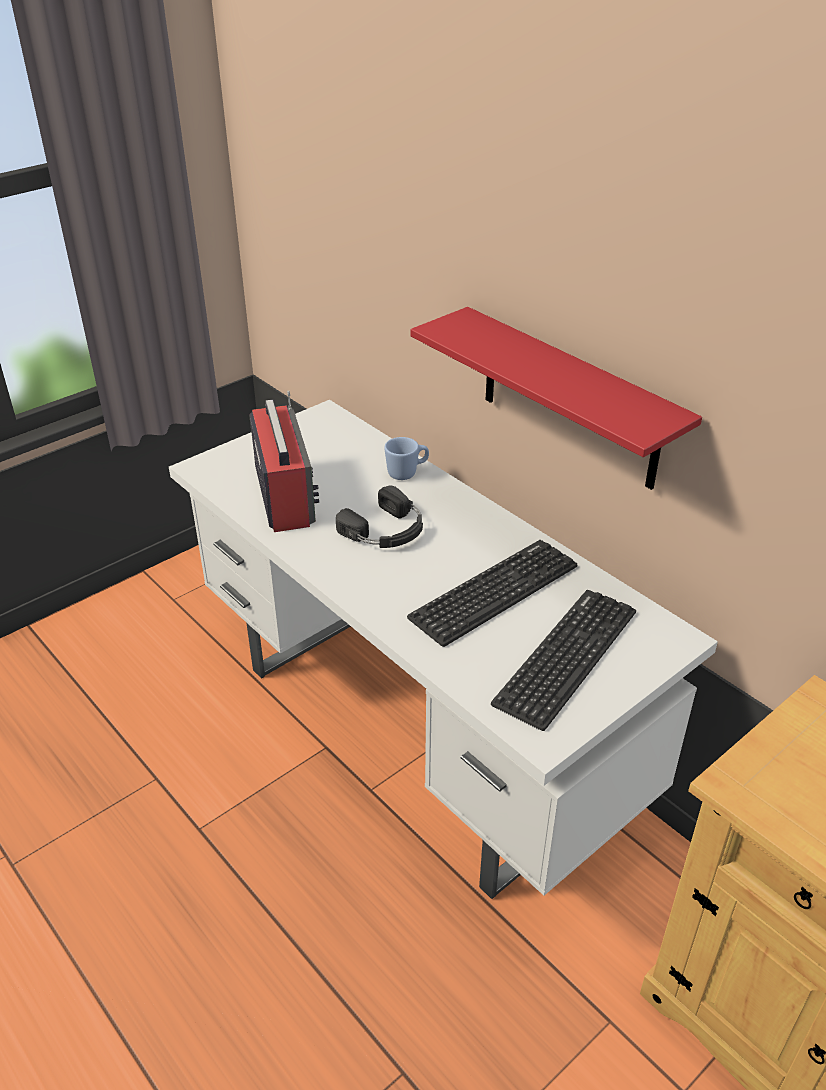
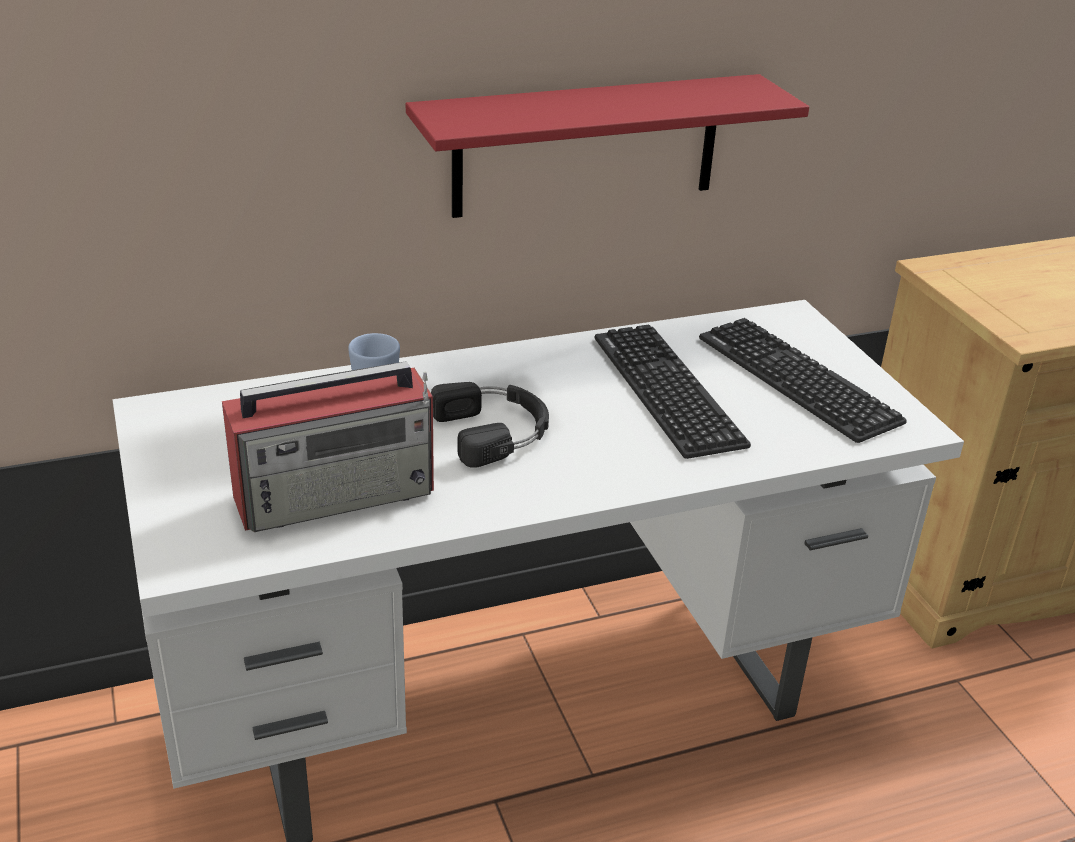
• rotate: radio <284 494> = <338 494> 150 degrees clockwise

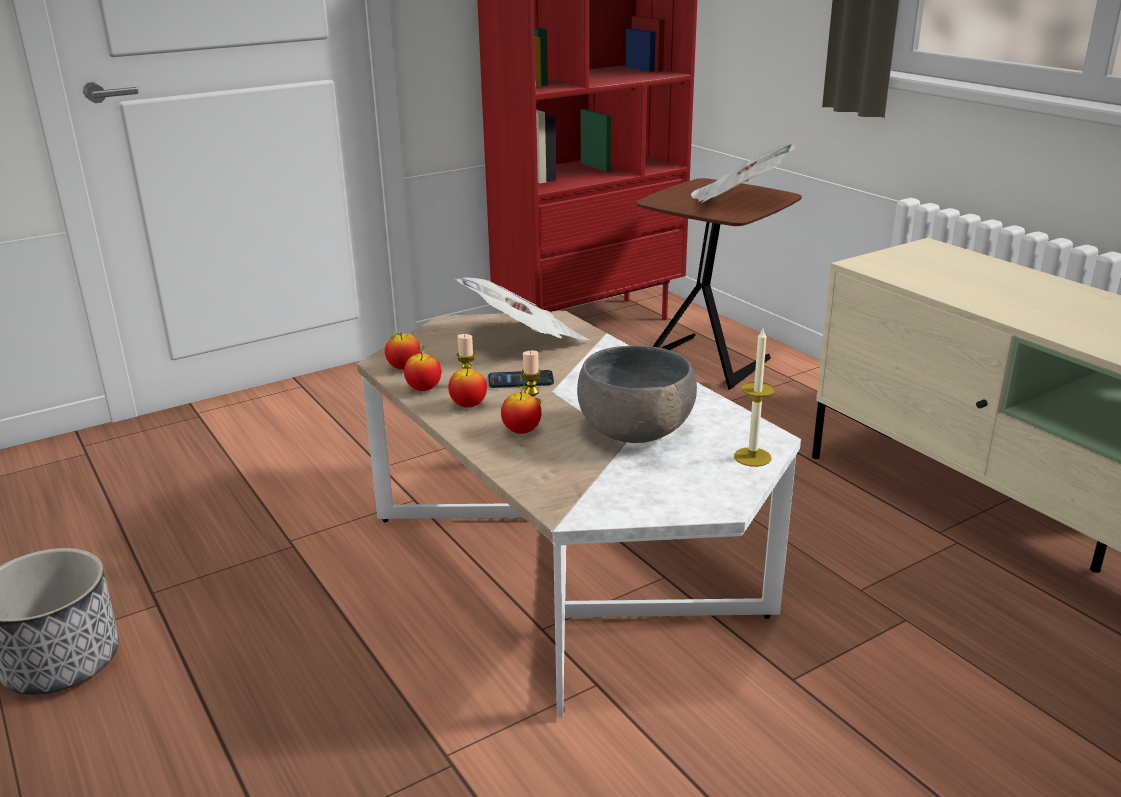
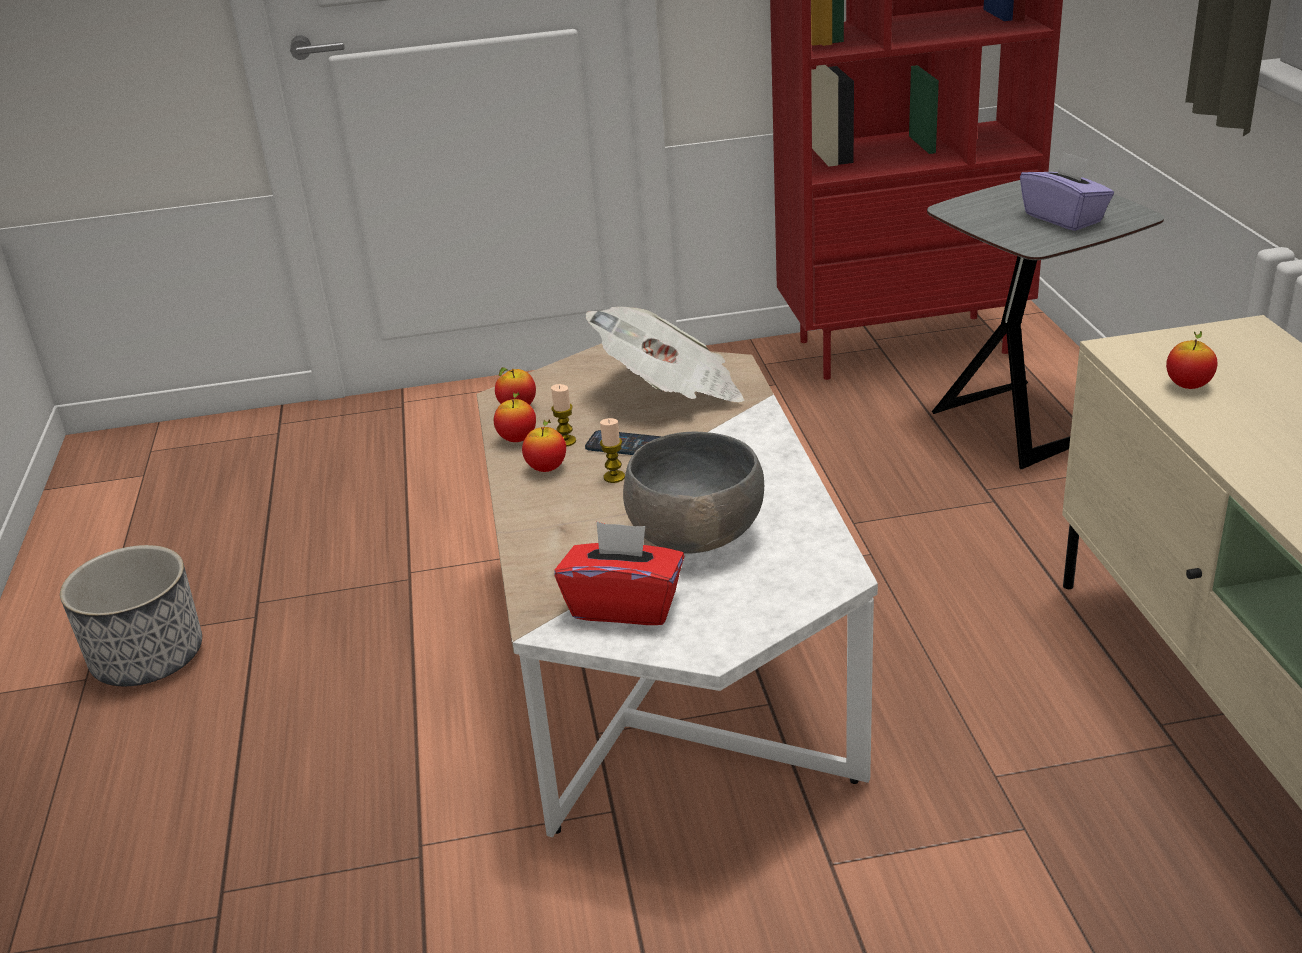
• replace: newspaper <738 200> to purple tissue box <1064 218>
• recolor: brown side table <709 360> to grey side table <1023 422>
• delete: candle <752 457>
• move: apple <521 431> to <1188 386>
• insert: red tissue box <624 606>

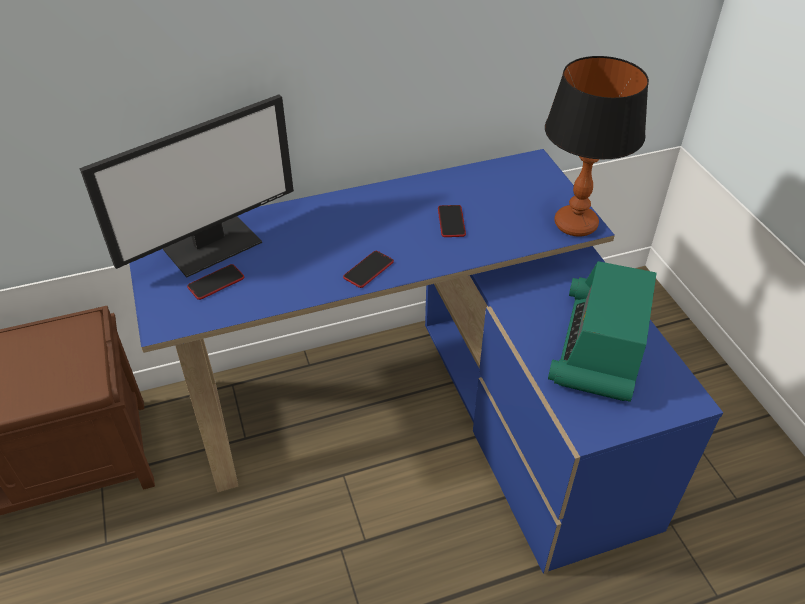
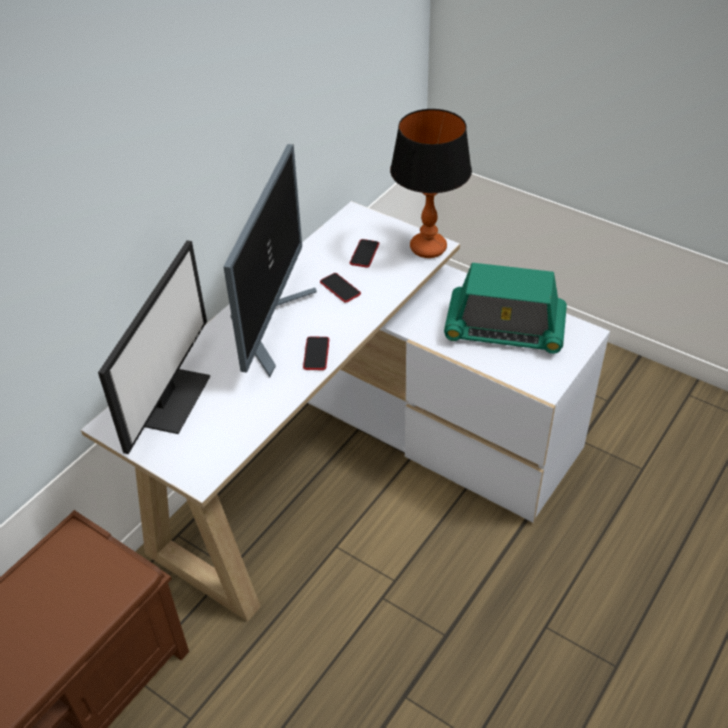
• recolor: blue desk <426 413> to white desk <358 464>
• rotate: radio <599 347> = <504 329> 60 degrees counterclockwise
• move: phone <216 282> to <364 254>
• insert: monitor <269 324>

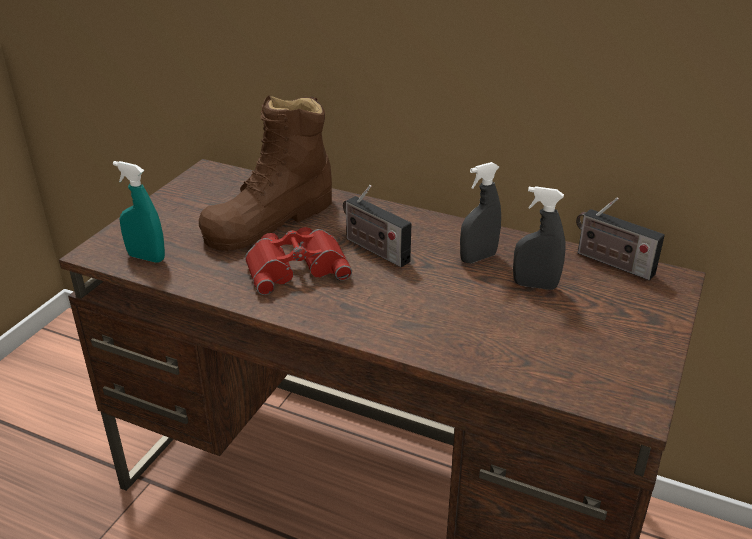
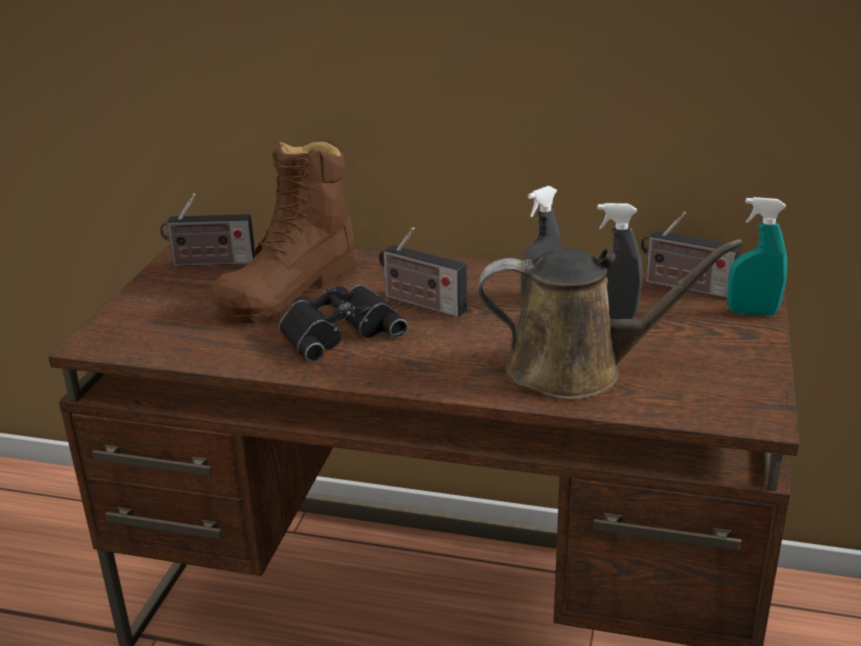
• move: turquoise spray bottle <146 257> to <752 312>
• recolor: red binoculars <296 266> to black binoculars <339 330>
• insert: radio <210 262>
• insert: brown watering can <576 369>

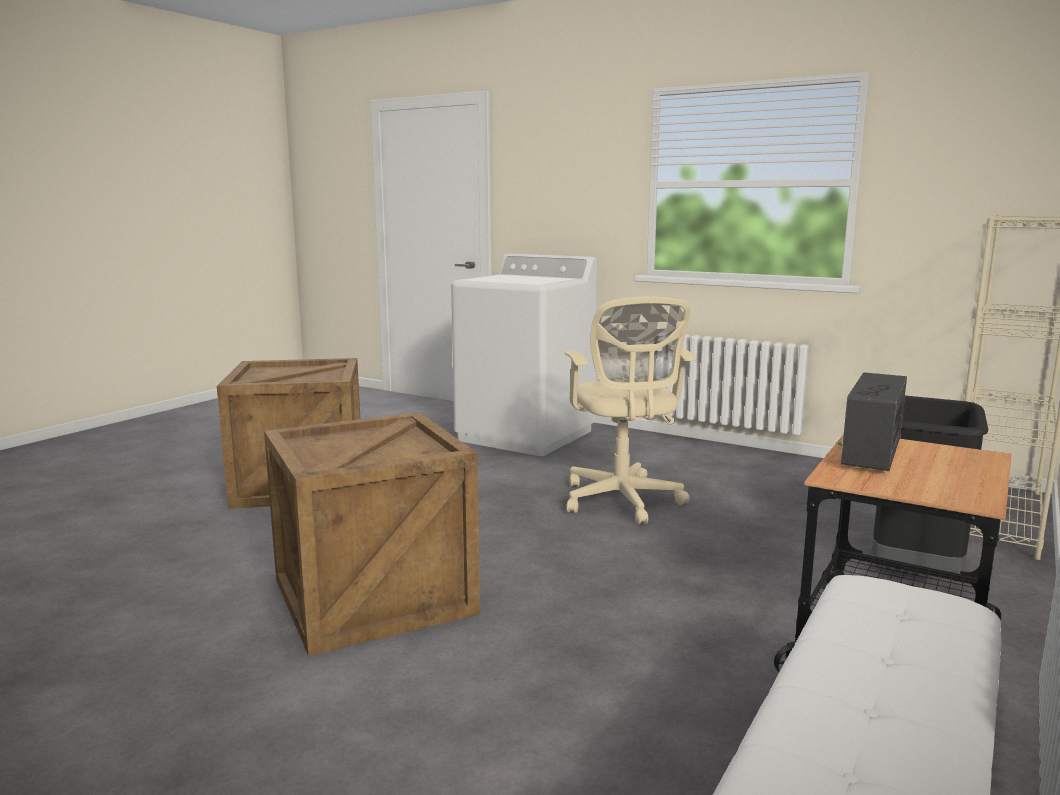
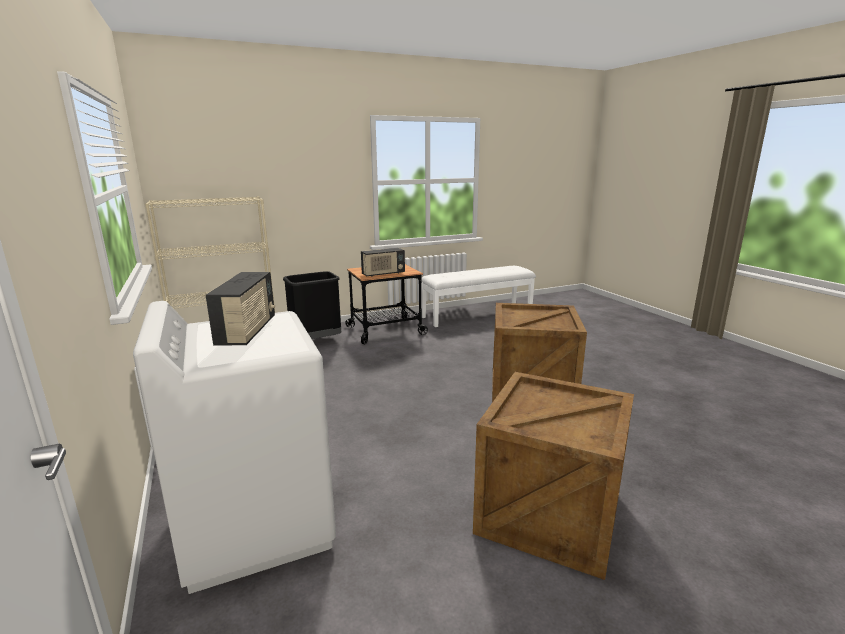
• delete: beige office chair <622 502>
• insert: radio <248 332>

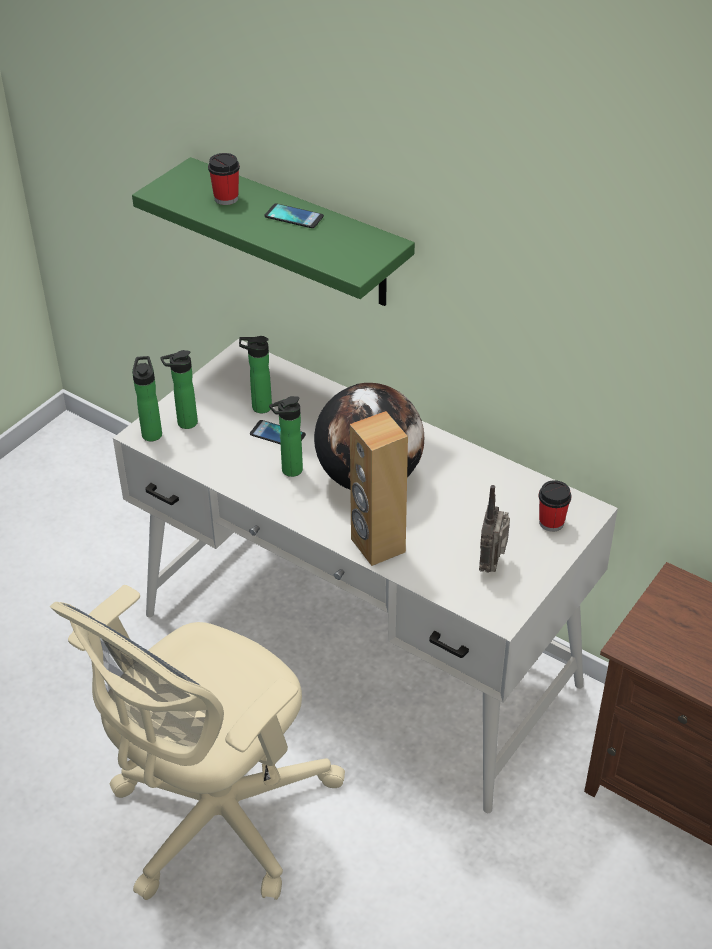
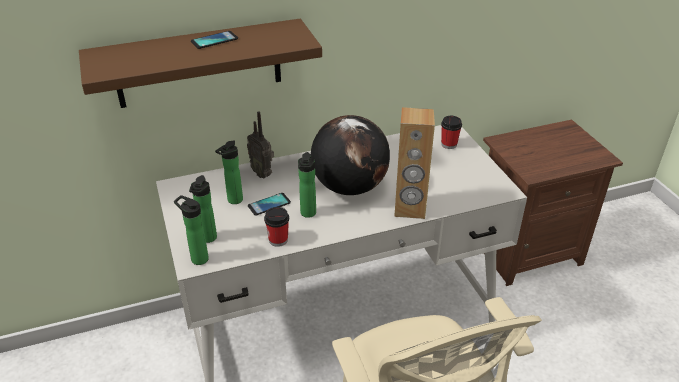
• move: cup <226 198> to <278 240>
• recolor: green shelf <299 234> to brown shelf <199 64>
• move: radio <492 564> to <263 173>

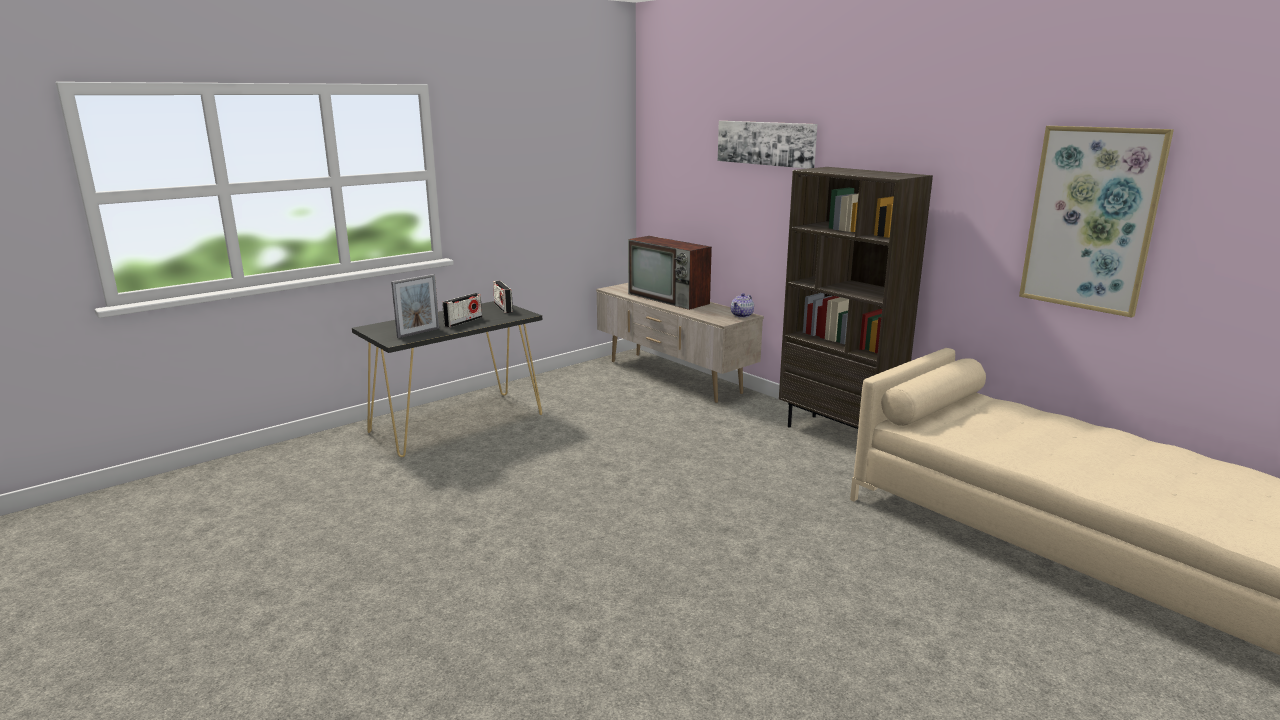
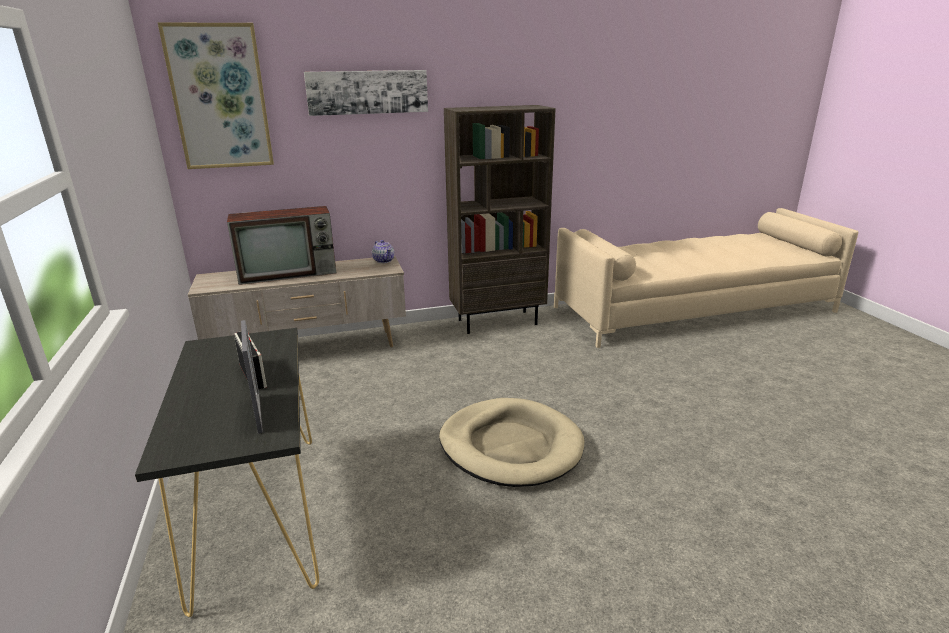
• move: picture <1091 219> to <220 97>
• delete: radio <503 308>
• insert: beige dog bed <510 446>

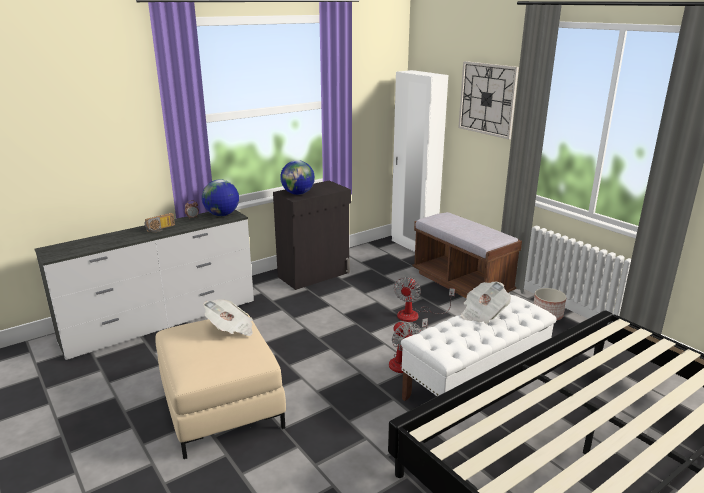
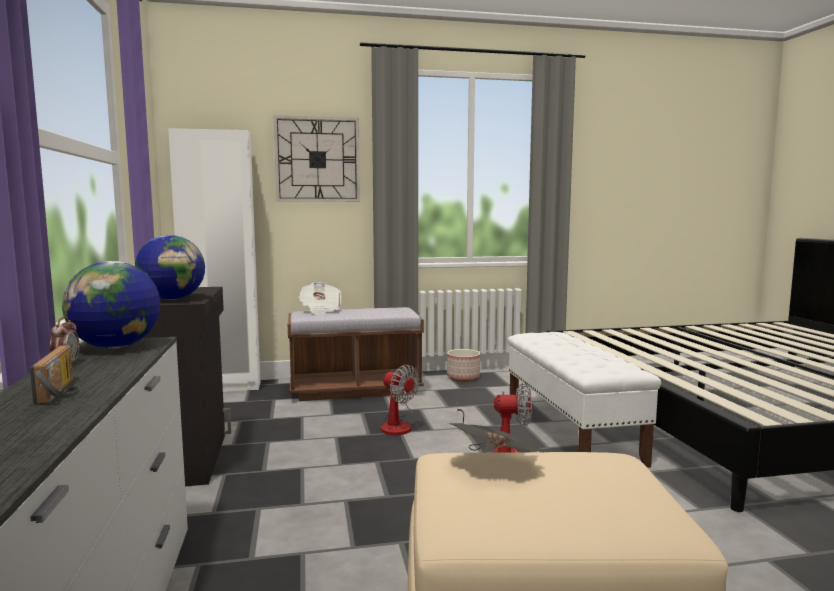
• move: newspaper <482 313> to <320 310>

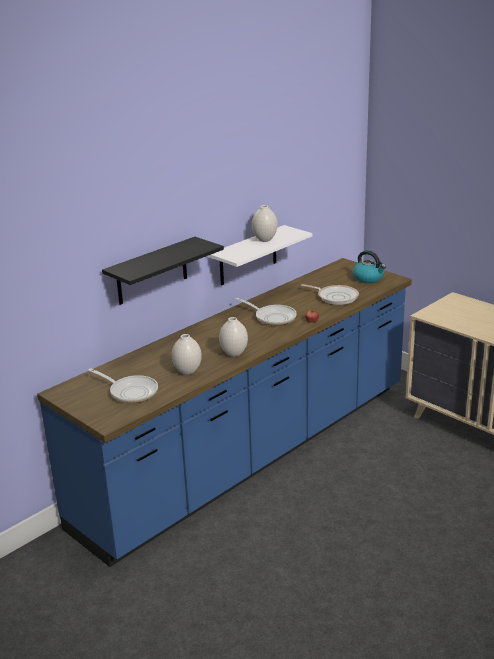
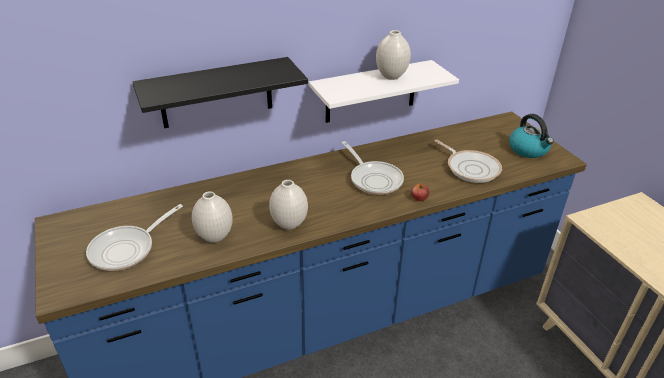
• rotate: frying pan <130 392> = <127 249> 75 degrees clockwise

